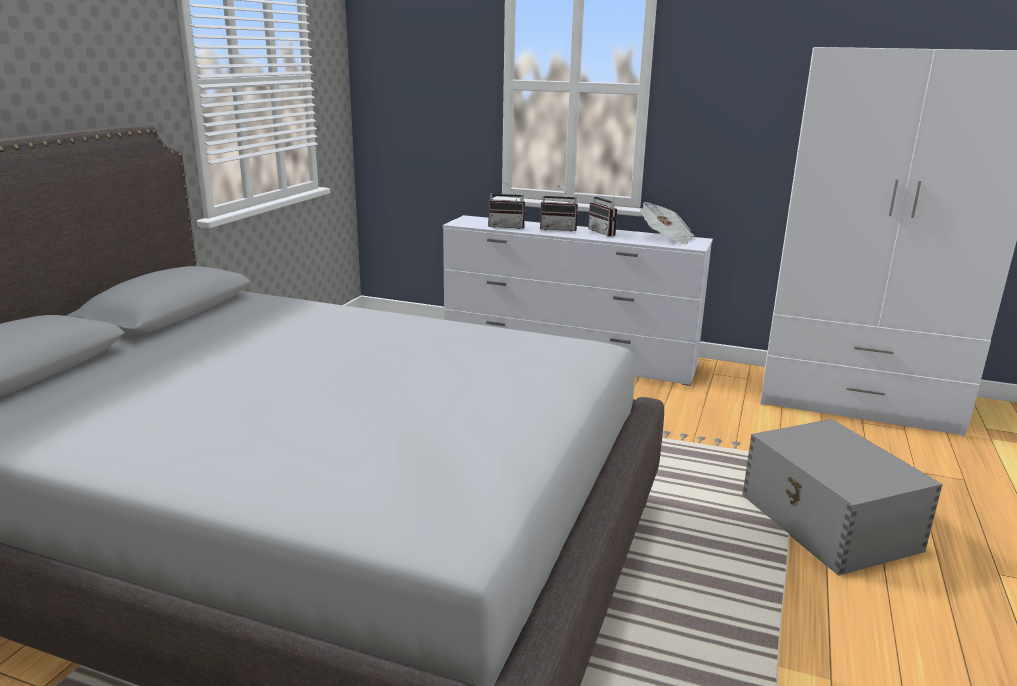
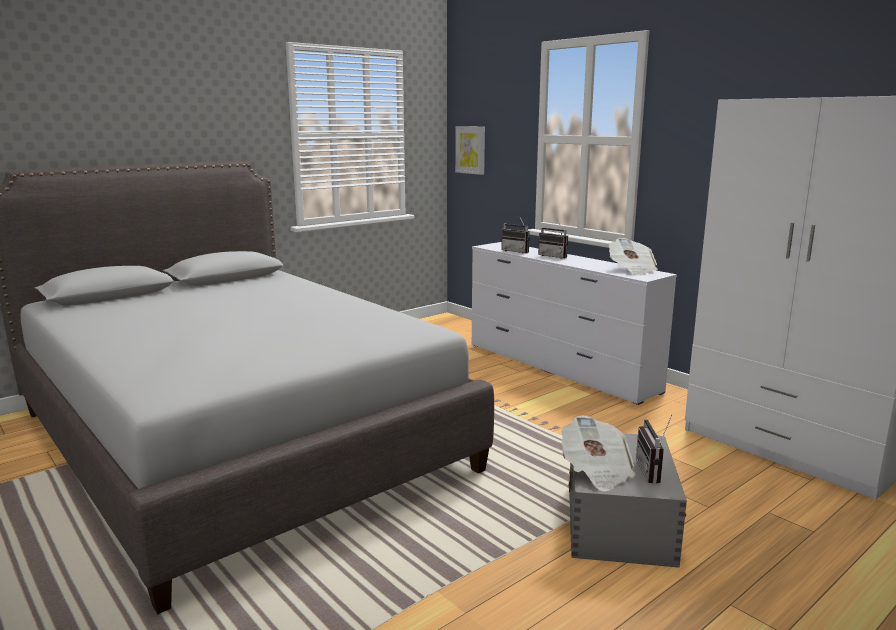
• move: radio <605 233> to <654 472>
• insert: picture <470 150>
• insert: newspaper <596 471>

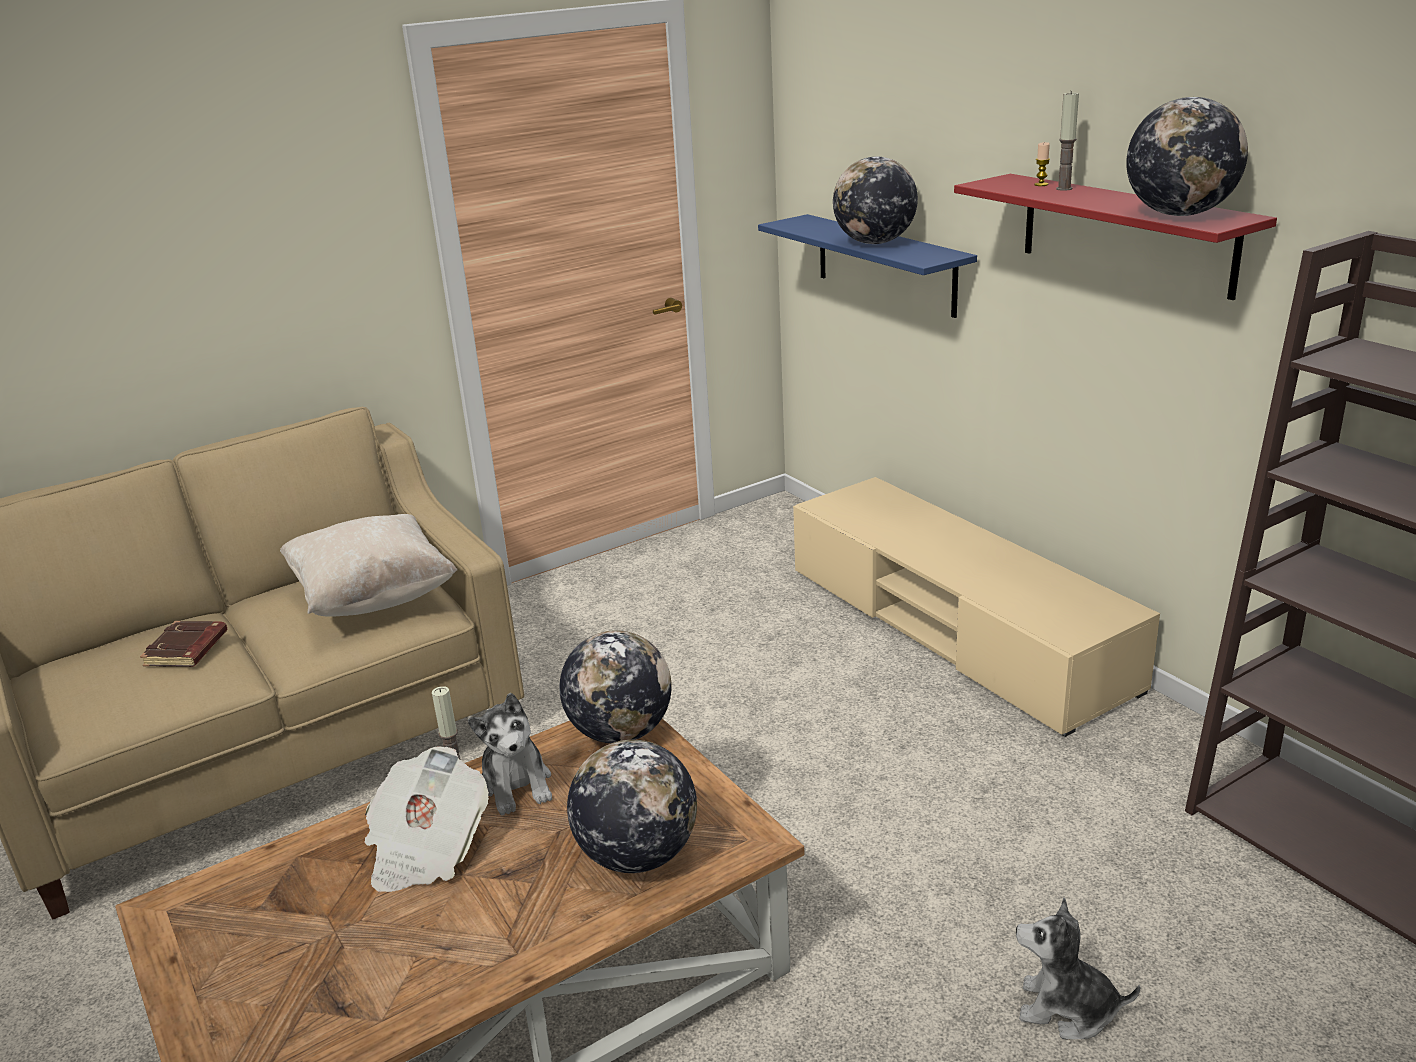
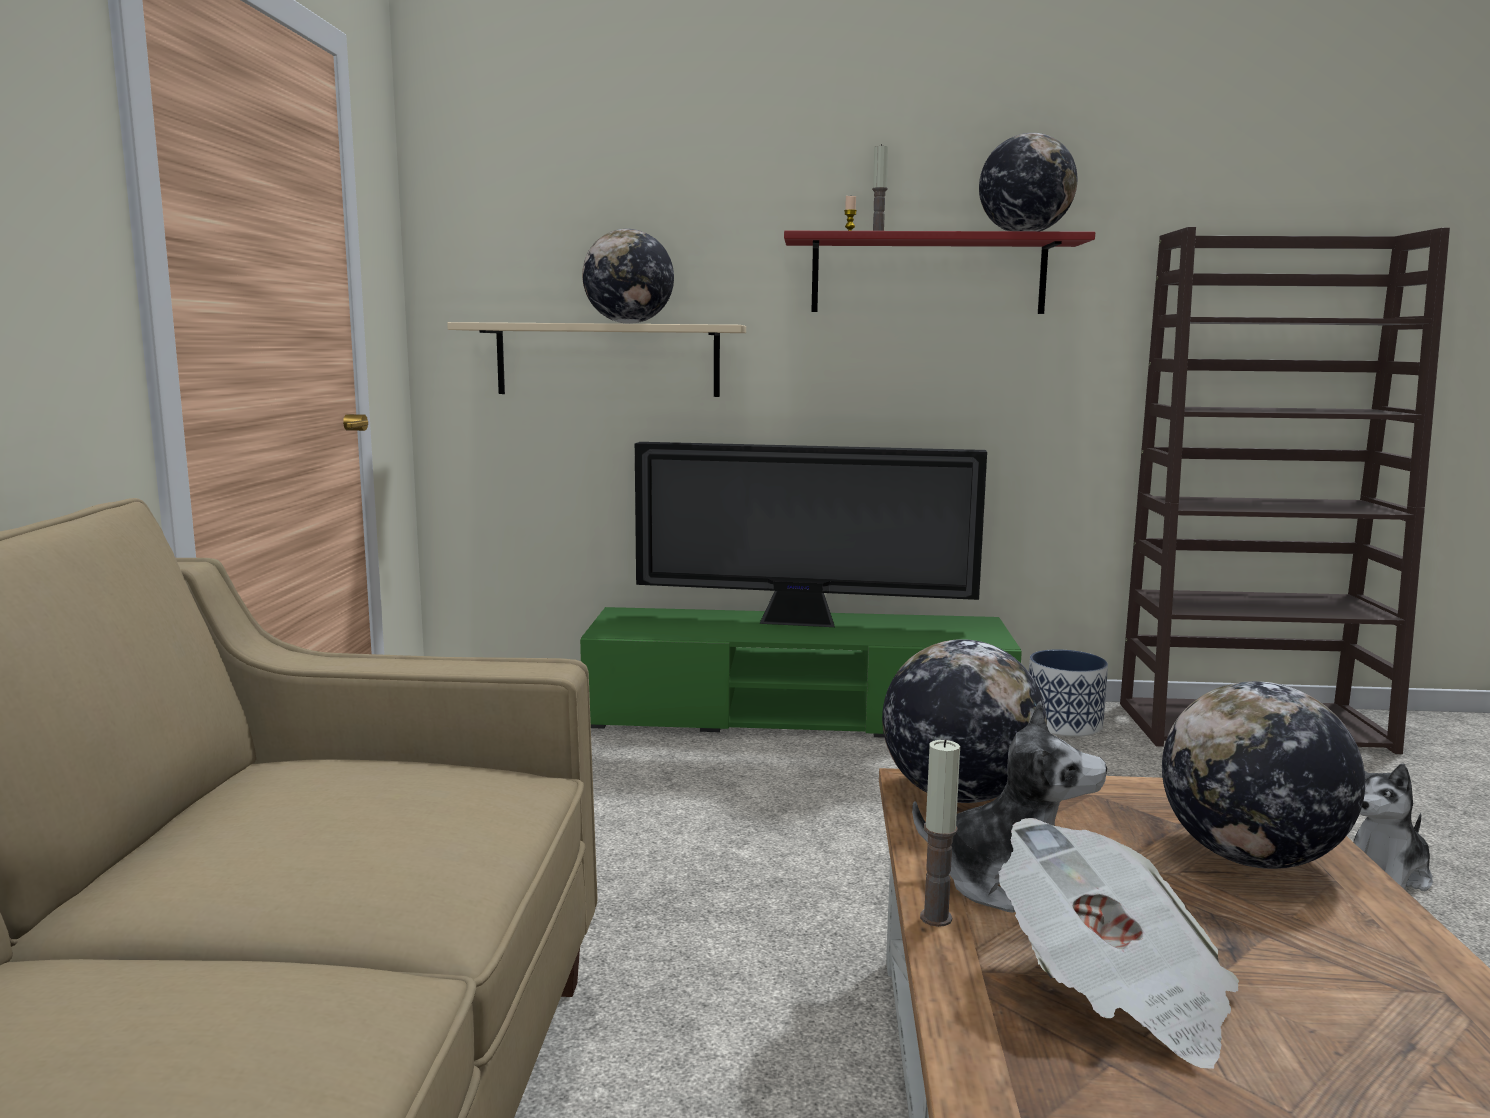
• recolor: blue shelf <885 264> to beige shelf <608 360>
• recolor: beige tv stand <955 628> to green tv stand <797 714>
• delete: beige pillow <373 598>
• delete: brown book <187 650>
• insert: television <803 623>
• insert: planter <1063 724>

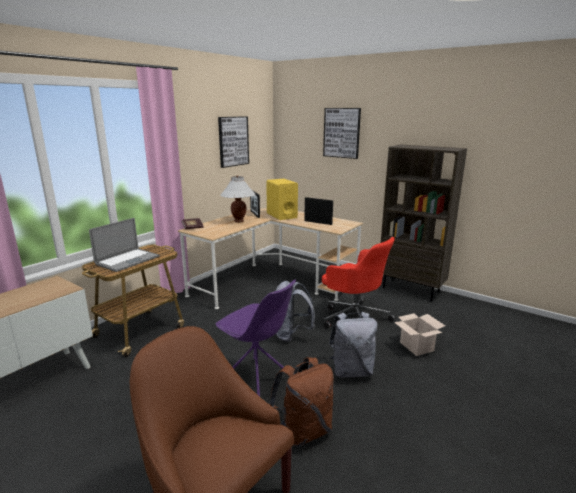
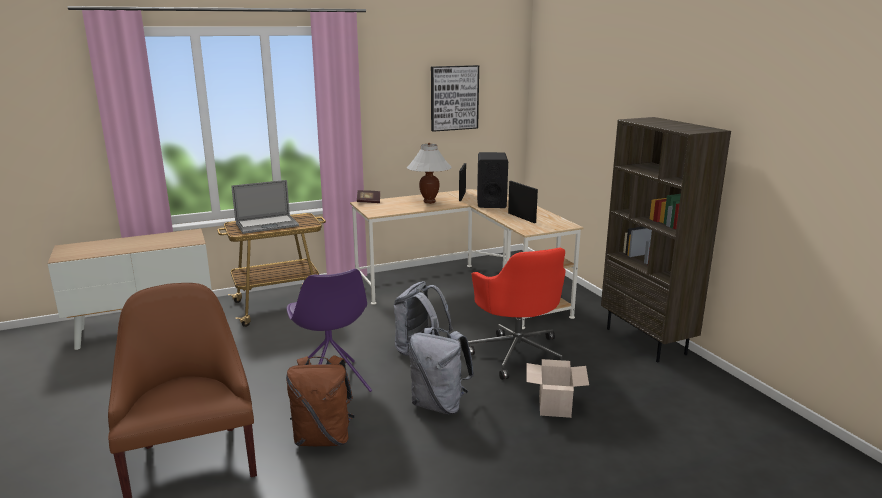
• delete: picture <342 133>
• recolor: yellow speaker <281 215> to black speaker <491 202>

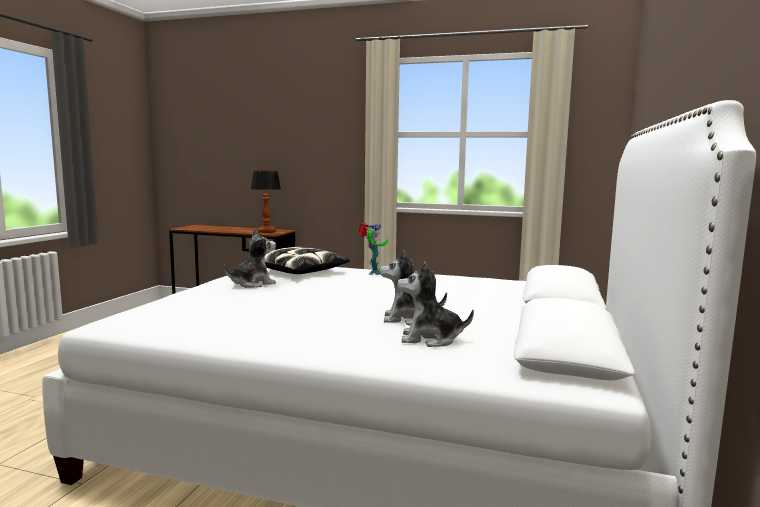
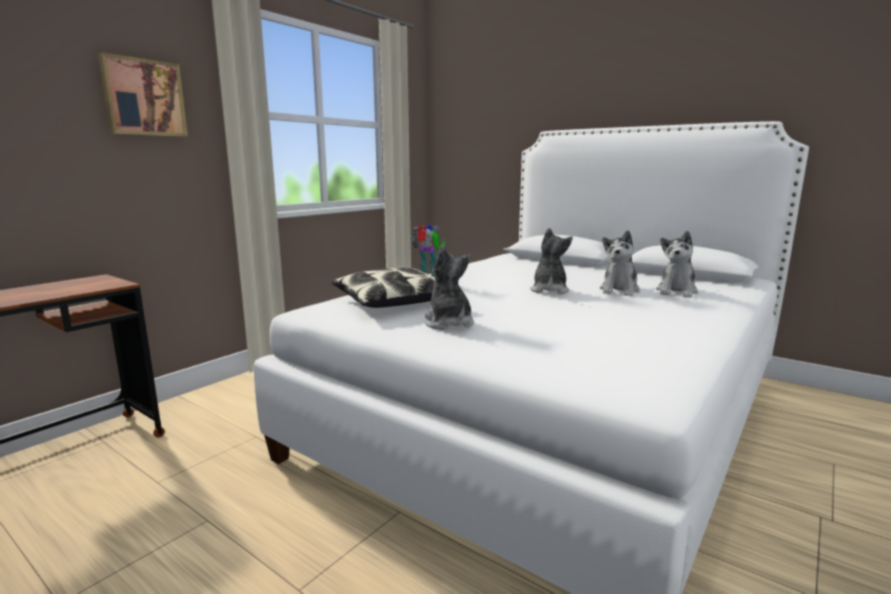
• delete: table lamp <267 232>
• insert: picture <143 98>
• insert: plush toy <549 290>

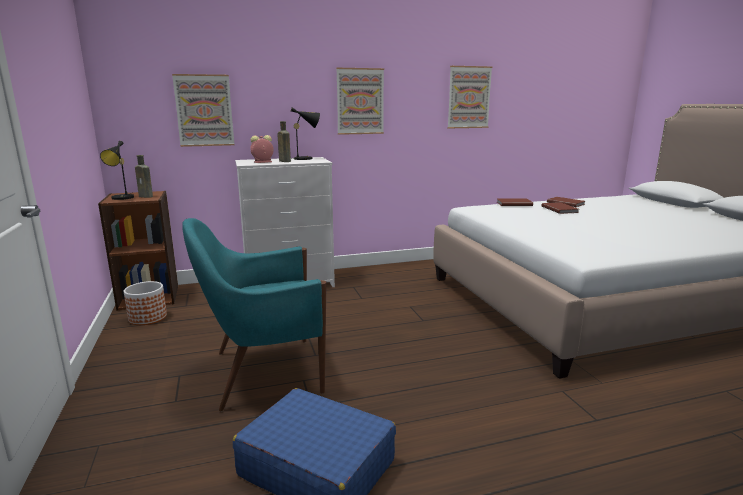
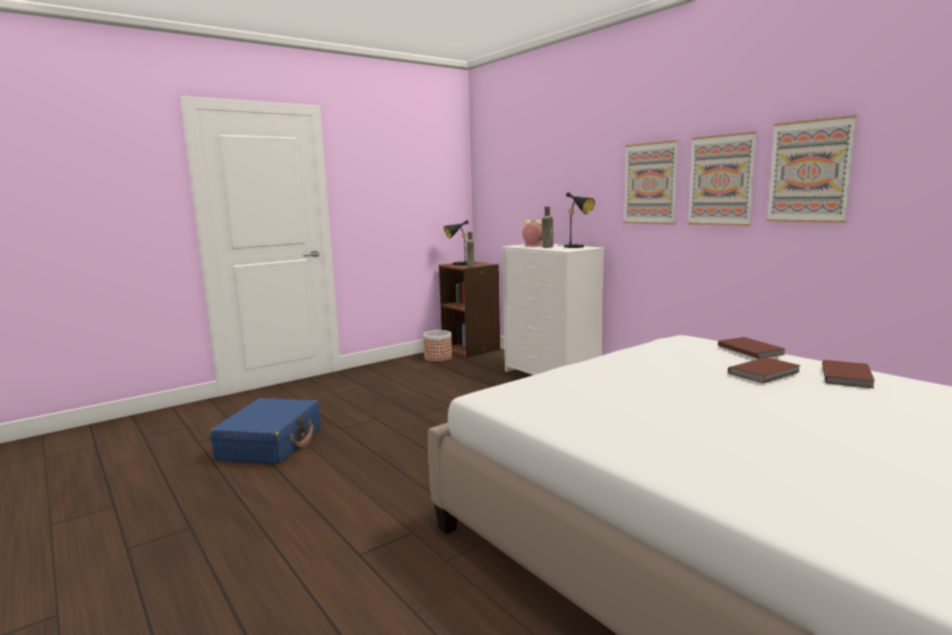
• move: picture <204 110> to <721 180>
• delete: turquoise armchair <264 372>

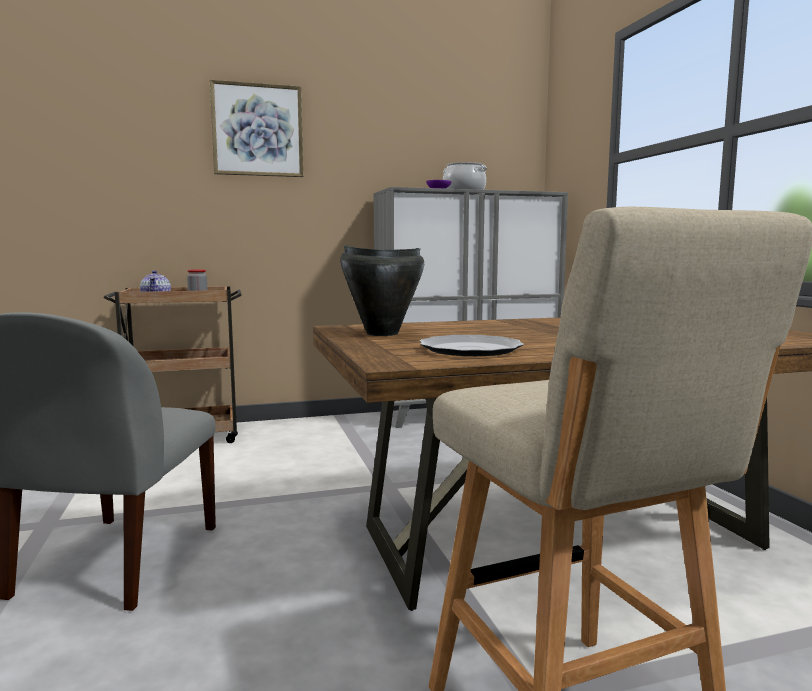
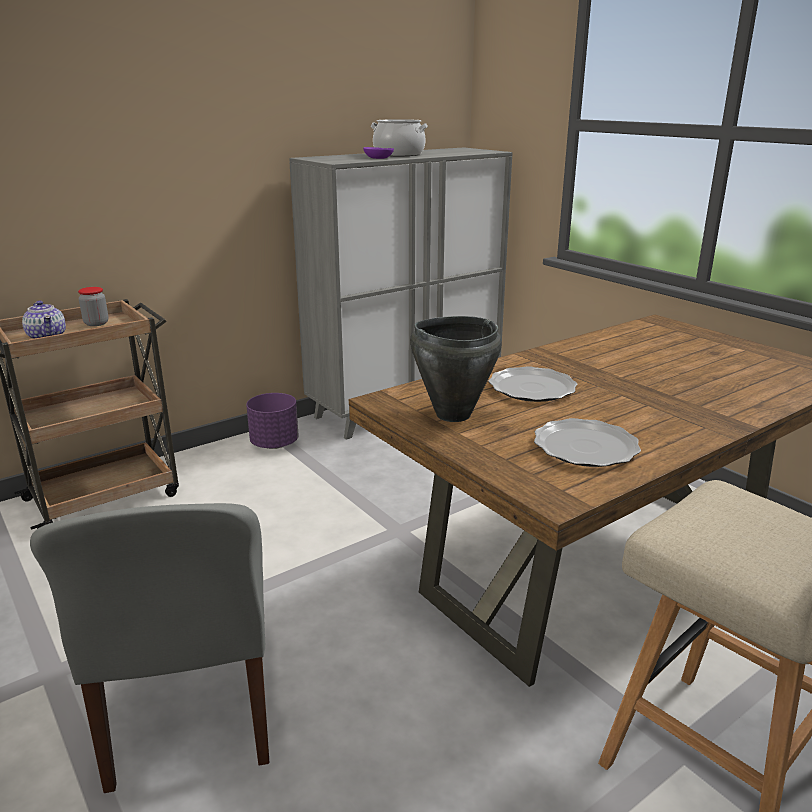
• delete: picture <257 130>
• insert: plate <532 388>
• insert: purple planter <275 443>

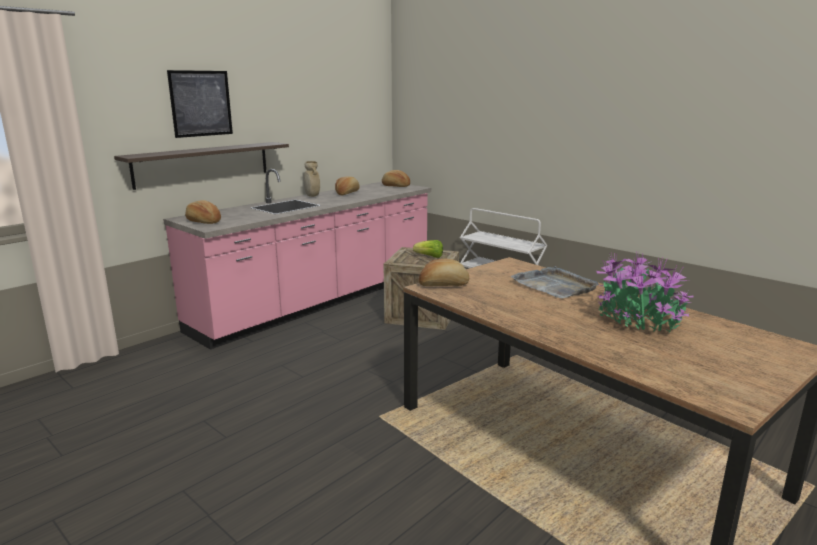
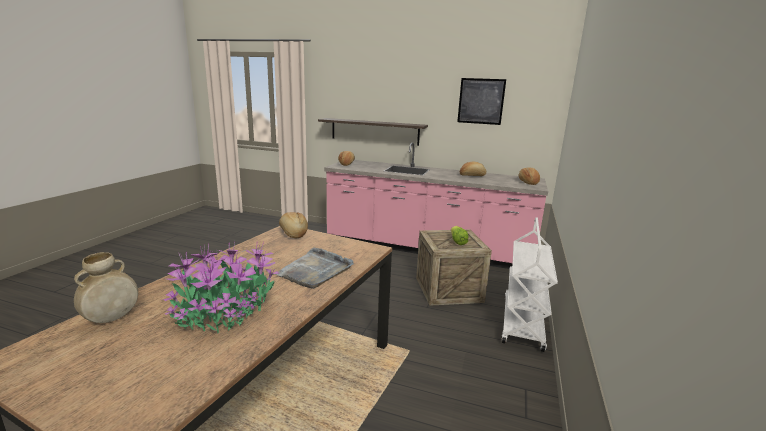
• move: picture <201 103> to <481 101>
• move: beige vase <312 196> to <112 318>

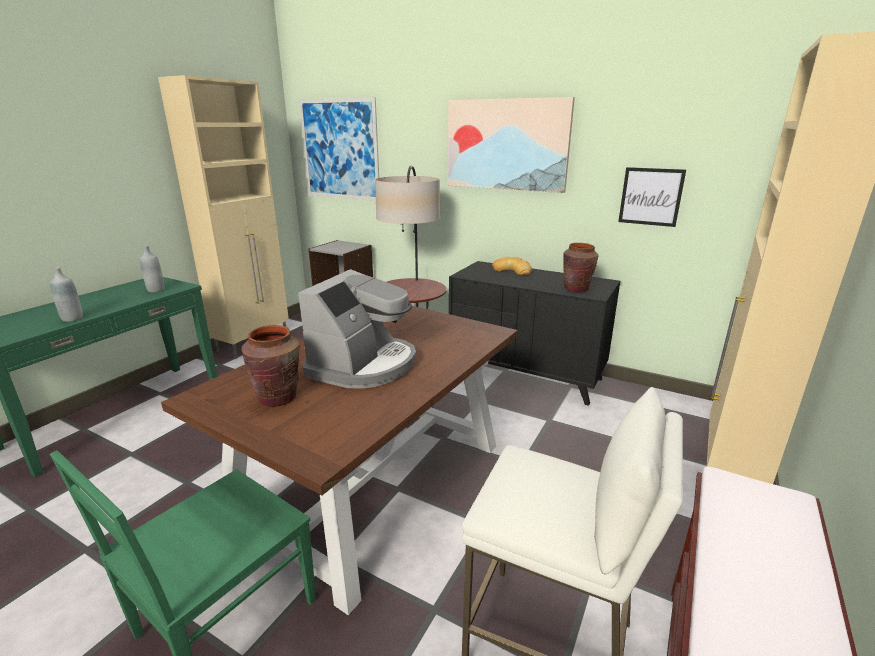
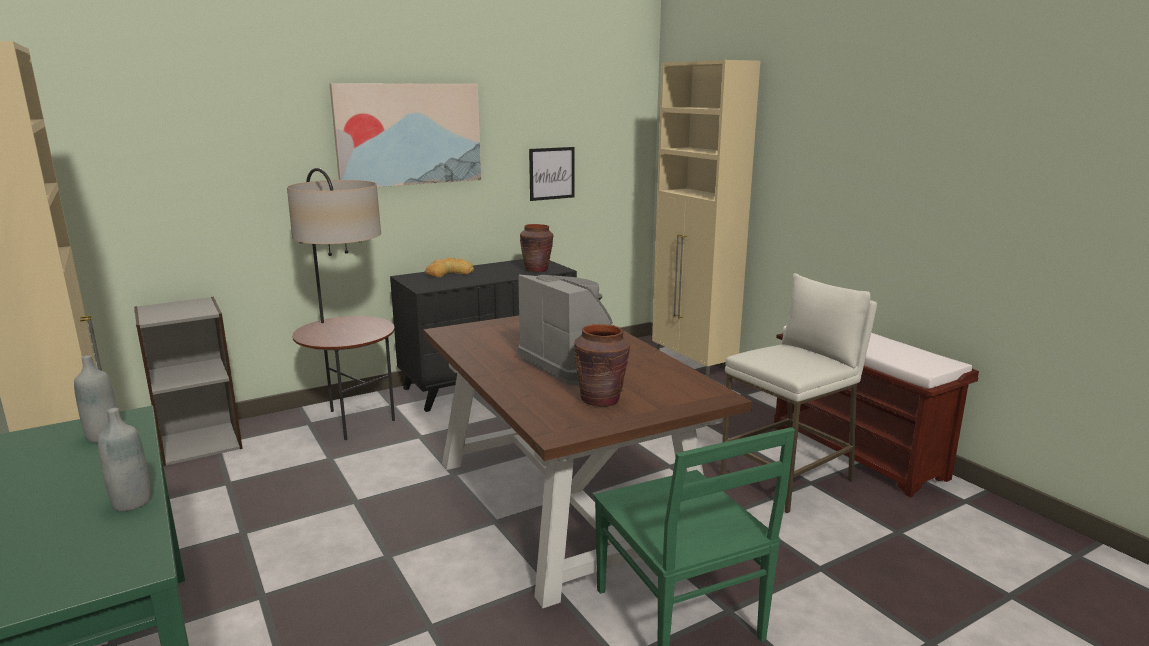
• delete: picture <339 150>

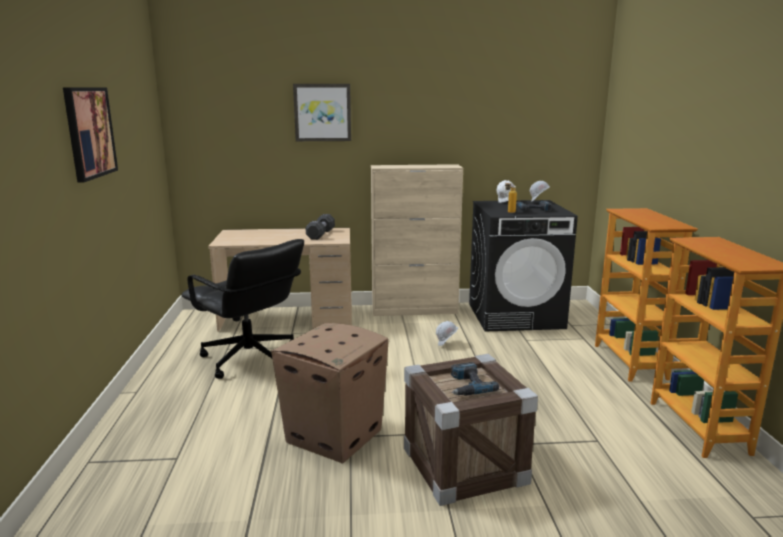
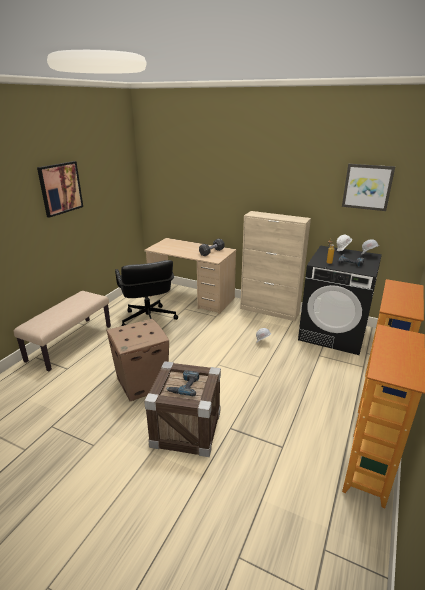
• move: picture <322 112> to <367 187>
• insert: beige bench <70 343>

